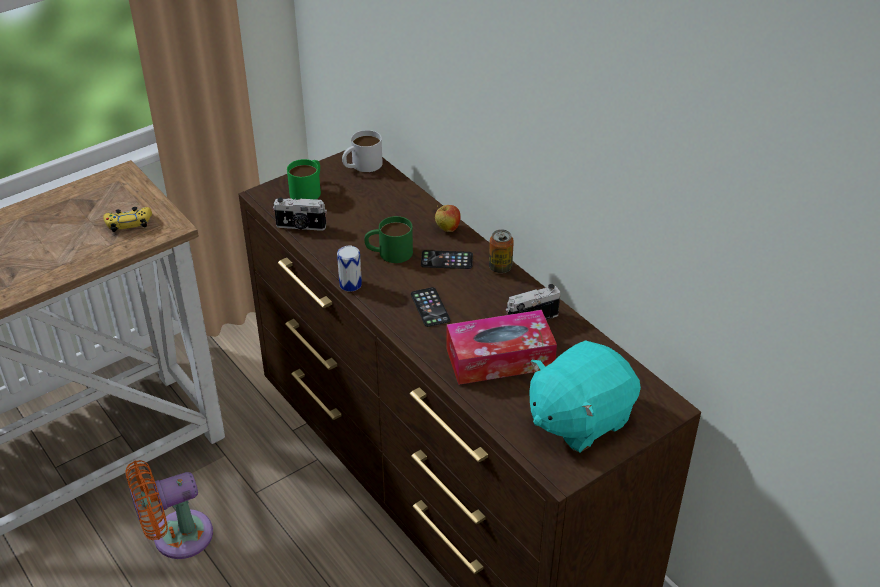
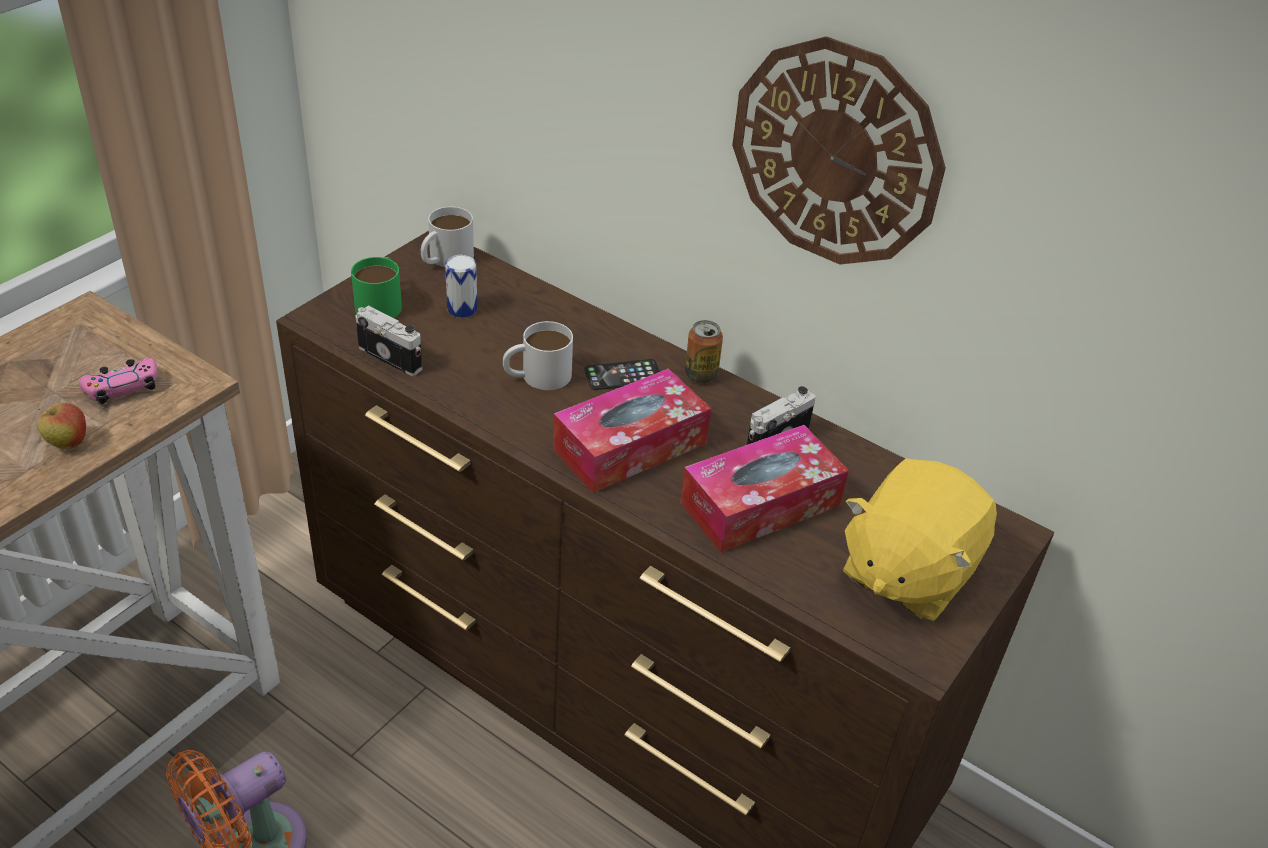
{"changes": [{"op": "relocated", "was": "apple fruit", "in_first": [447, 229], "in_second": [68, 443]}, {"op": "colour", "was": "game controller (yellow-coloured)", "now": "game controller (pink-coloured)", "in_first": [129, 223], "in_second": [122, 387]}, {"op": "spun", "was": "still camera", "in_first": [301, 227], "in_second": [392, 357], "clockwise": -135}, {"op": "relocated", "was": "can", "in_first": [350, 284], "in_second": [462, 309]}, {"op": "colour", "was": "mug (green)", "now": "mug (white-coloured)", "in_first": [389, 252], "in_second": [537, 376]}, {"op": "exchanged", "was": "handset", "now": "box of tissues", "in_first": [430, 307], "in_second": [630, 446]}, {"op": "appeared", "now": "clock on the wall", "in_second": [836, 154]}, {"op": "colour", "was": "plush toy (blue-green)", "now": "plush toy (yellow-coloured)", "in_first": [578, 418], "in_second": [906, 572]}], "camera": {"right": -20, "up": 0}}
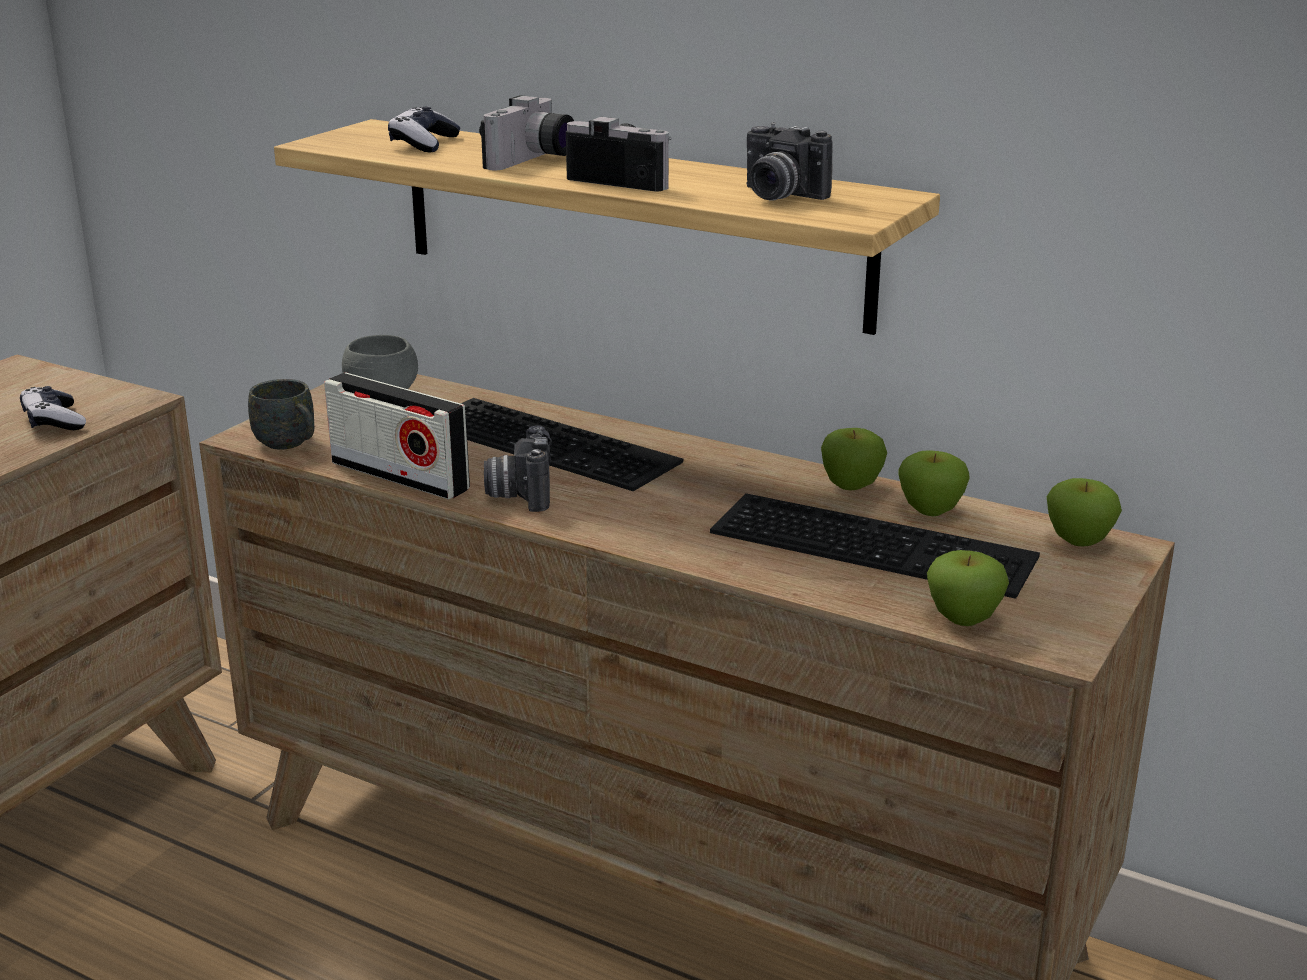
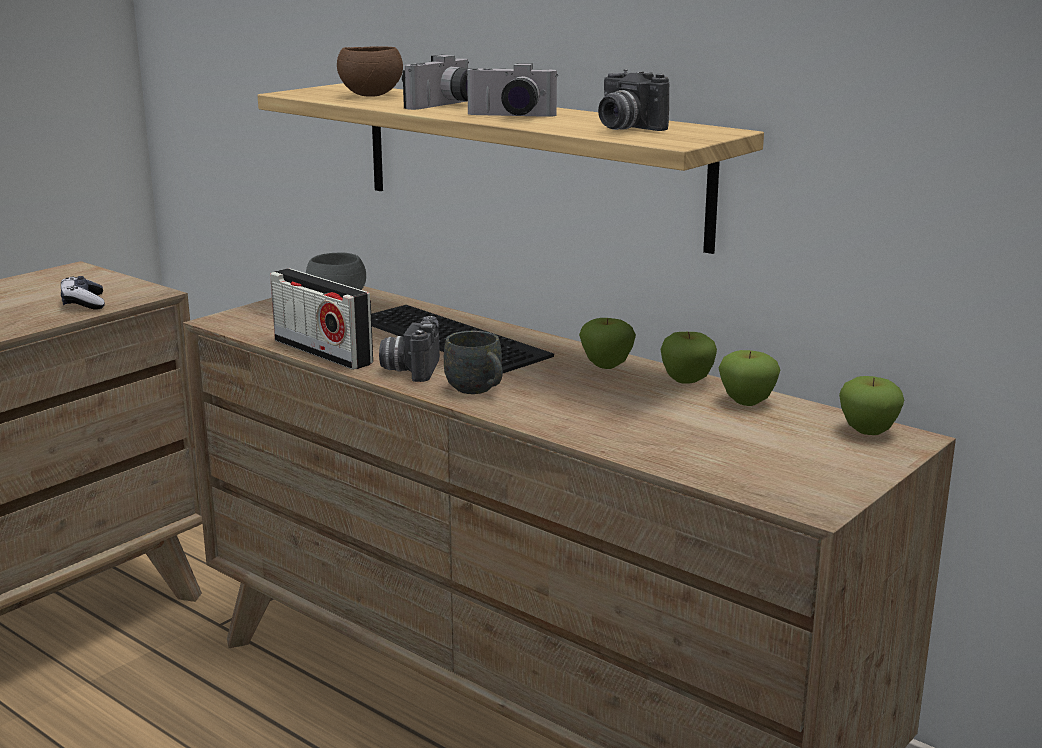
{"changes": [{"op": "exchanged", "was": "game controller", "now": "deep dish (brown)", "in_first": [424, 144], "in_second": [371, 95]}, {"op": "relocated", "was": "mug (gray)", "in_first": [290, 444], "in_second": [478, 390]}, {"op": "spun", "was": "still camera", "in_first": [625, 179], "in_second": [510, 116], "clockwise": 150}, {"op": "relocated", "was": "apple fruit", "in_first": [963, 618], "in_second": [606, 365]}, {"op": "missing", "was": "computer keyboard", "in_first": [877, 542]}], "camera": {"right": 10, "up": -5}}
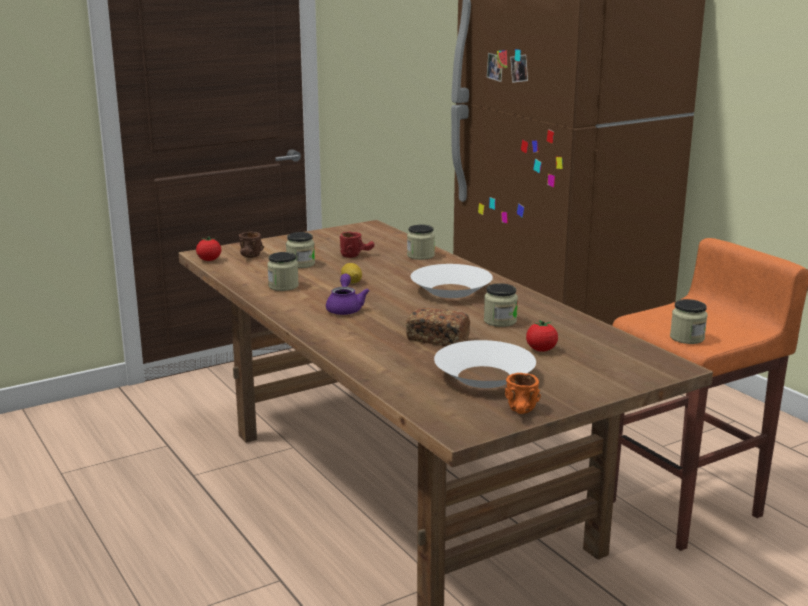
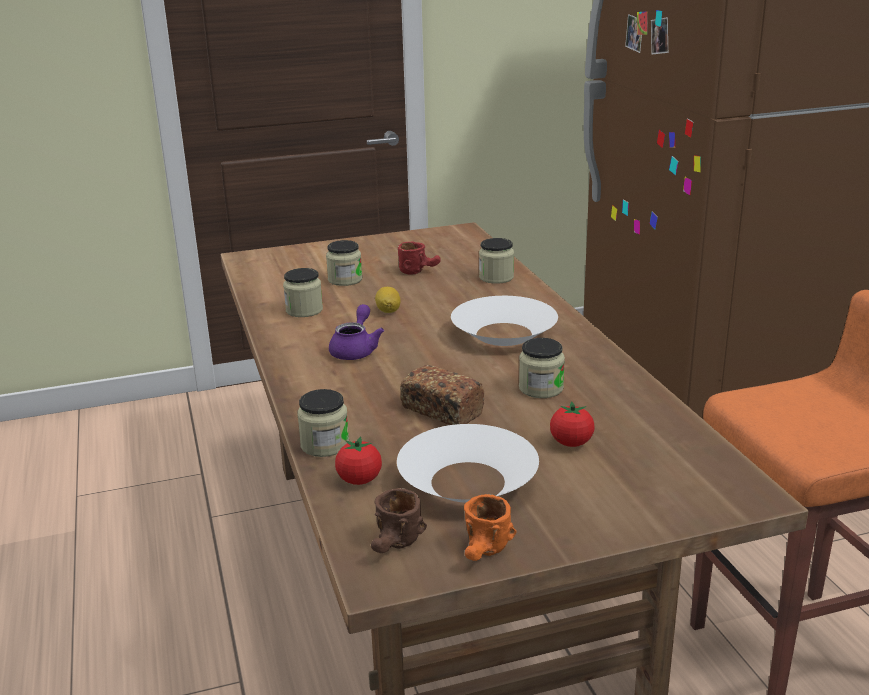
{"changes": [{"op": "relocated", "was": "jar", "in_first": [687, 338], "in_second": [325, 445]}, {"op": "relocated", "was": "tomato", "in_first": [209, 260], "in_second": [359, 480]}, {"op": "relocated", "was": "mug (brown)", "in_first": [250, 257], "in_second": [396, 547]}], "camera": {"right": 15, "up": 5}}
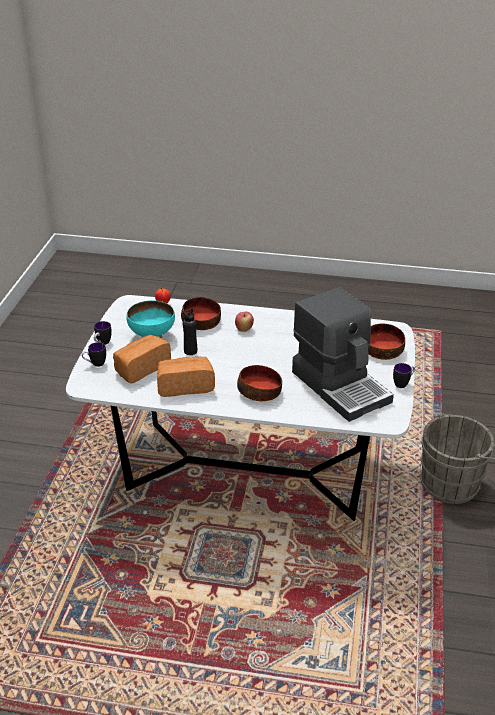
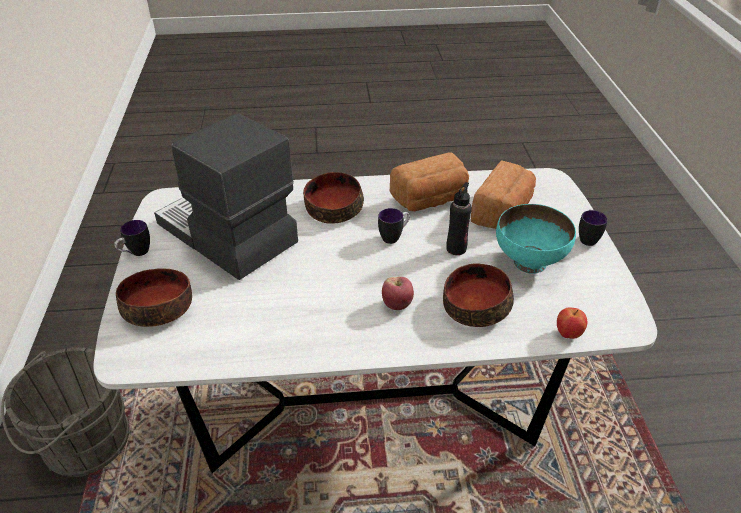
{"changes": [{"op": "relocated", "was": "mug", "in_first": [95, 364], "in_second": [394, 237]}], "camera": {"right": 165, "up": 5}}
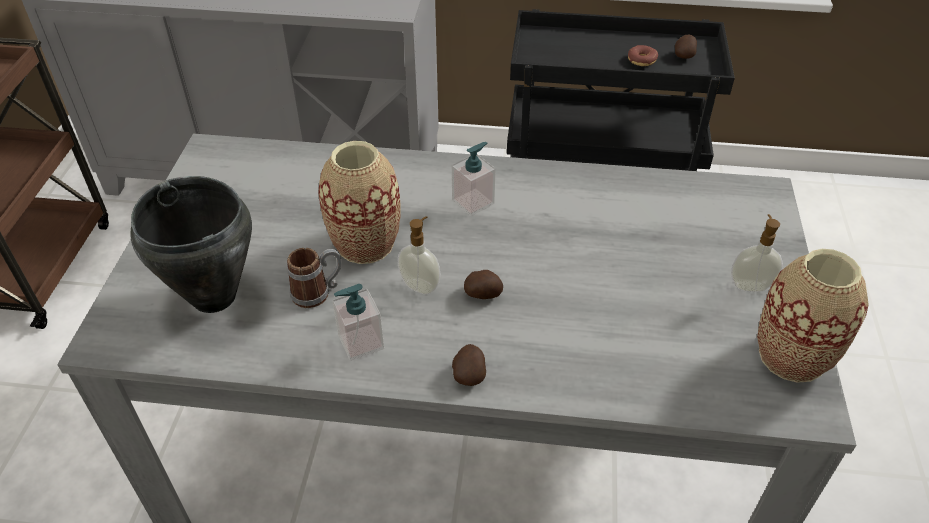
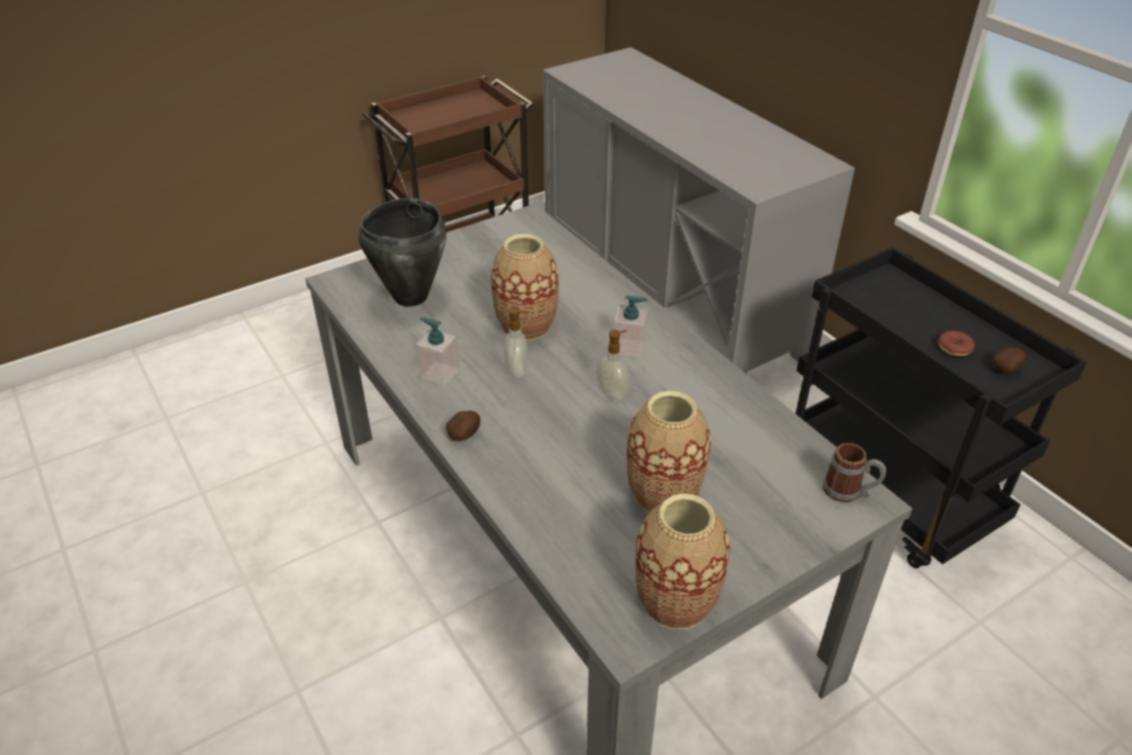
{"changes": [{"op": "relocated", "was": "soap bottle", "in_first": [749, 285], "in_second": [613, 393]}, {"op": "appeared", "now": "vase", "in_second": [663, 493]}, {"op": "relocated", "was": "mug", "in_first": [318, 292], "in_second": [849, 492]}, {"op": "missing", "was": "spud", "in_first": [483, 294]}], "camera": {"right": 50, "up": -5}}
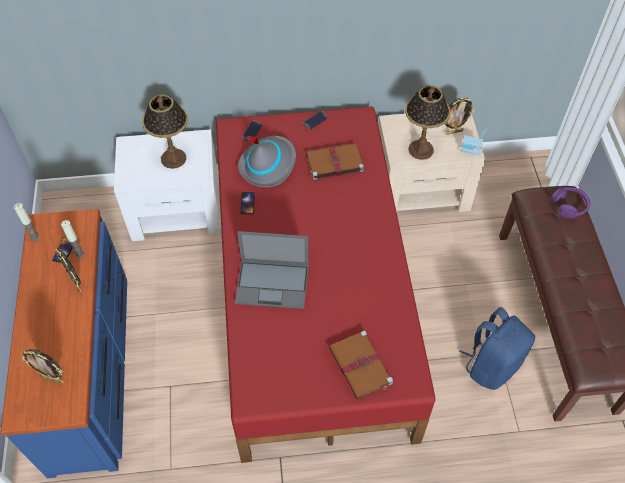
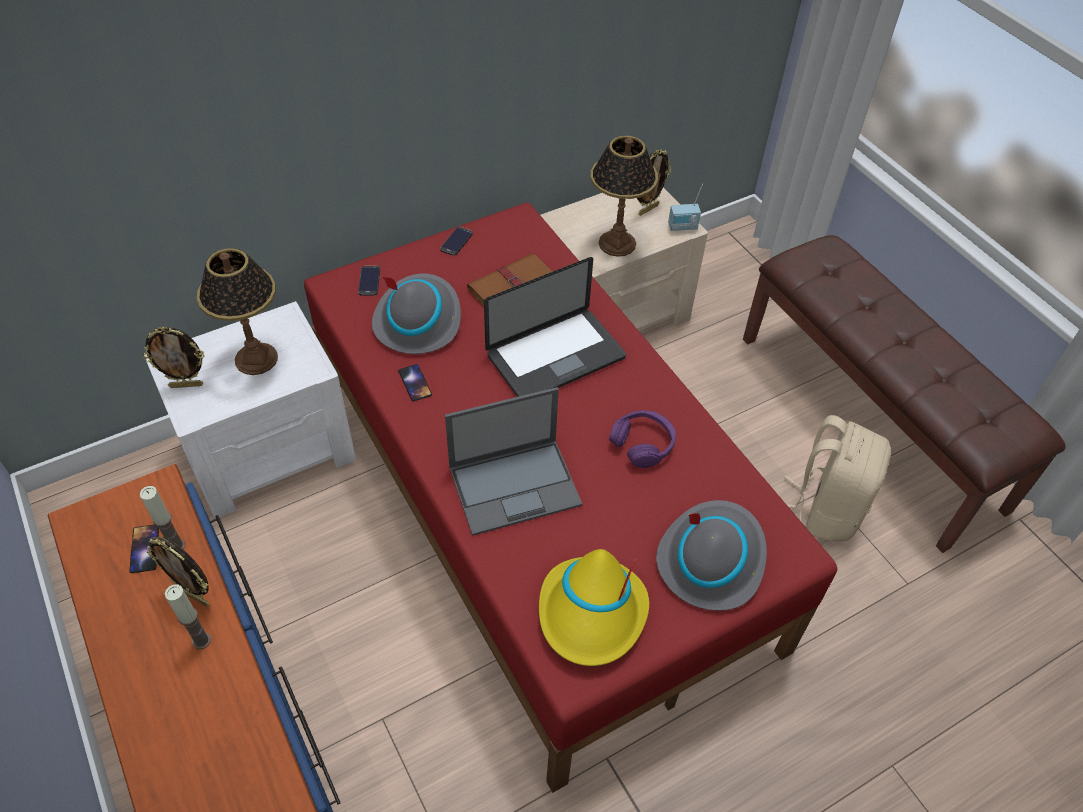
{"changes": [{"op": "relocated", "was": "photo frame", "in_first": [53, 378], "in_second": [186, 385]}, {"op": "relocated", "was": "candle", "in_first": [35, 237], "in_second": [201, 640]}, {"op": "appeared", "now": "notebook computer", "in_second": [555, 356]}, {"op": "appeared", "now": "clothing hat (yellow-coloured)", "in_second": [592, 614]}, {"op": "relocated", "was": "pair of headphones (purple-coloured)", "in_first": [569, 206], "in_second": [643, 444]}, {"op": "exchanged", "was": "bound book (brown)", "now": "clothing hat (gray)", "in_first": [361, 367], "in_second": [711, 559]}, {"op": "colour", "was": "rucksack (blue)", "now": "rucksack (beige-coloured)", "in_first": [491, 364], "in_second": [825, 508]}], "camera": {"right": -25, "up": -5}}
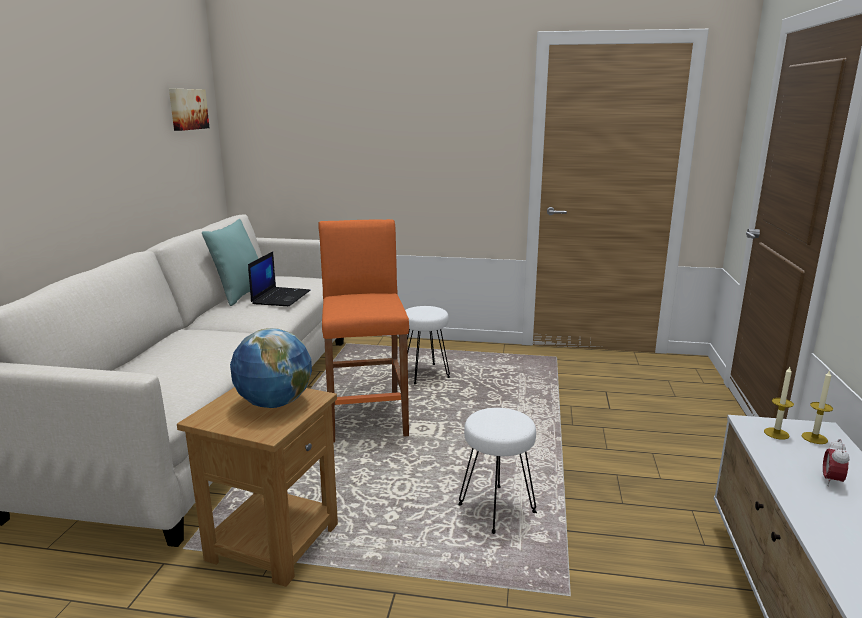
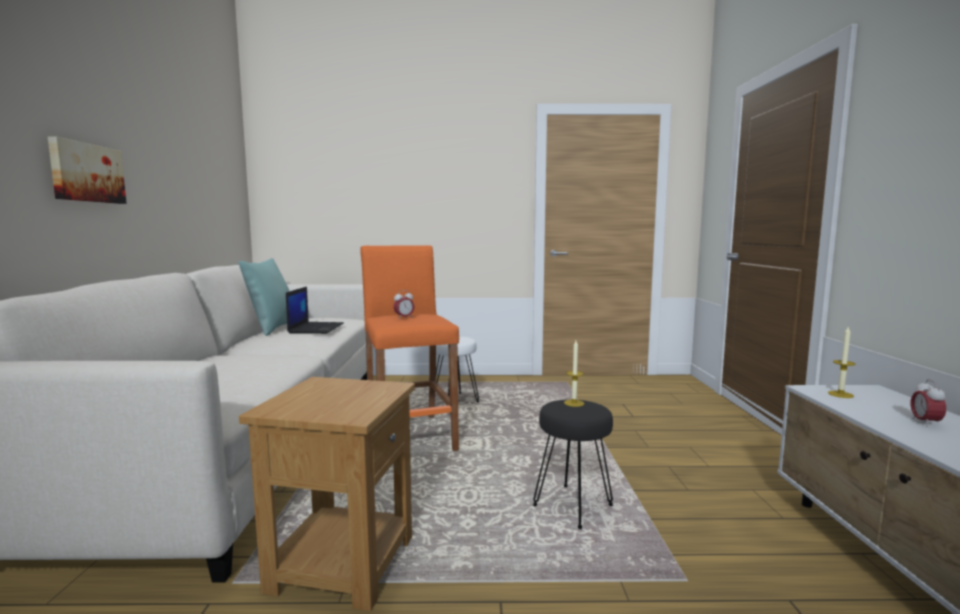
{"changes": [{"op": "relocated", "was": "picture", "in_first": [187, 109], "in_second": [86, 173]}, {"op": "appeared", "now": "bedside clock", "in_second": [404, 318]}, {"op": "colour", "was": "sitting stool (white-coloured)", "now": "sitting stool (black)", "in_first": [497, 510], "in_second": [573, 507]}, {"op": "relocated", "was": "candle", "in_first": [814, 438], "in_second": [574, 403]}, {"op": "missing", "was": "desk globe", "in_first": [274, 404]}], "camera": {"right": -10, "up": -10}}
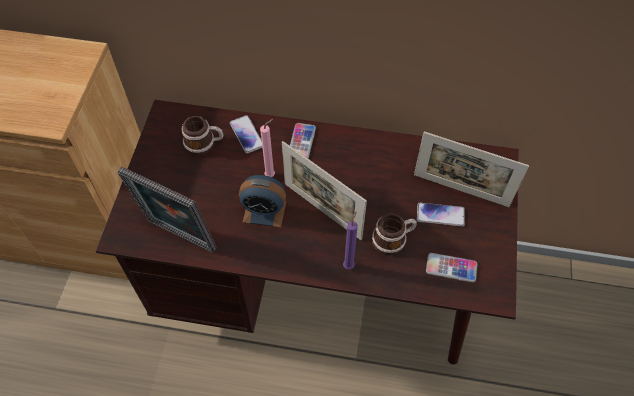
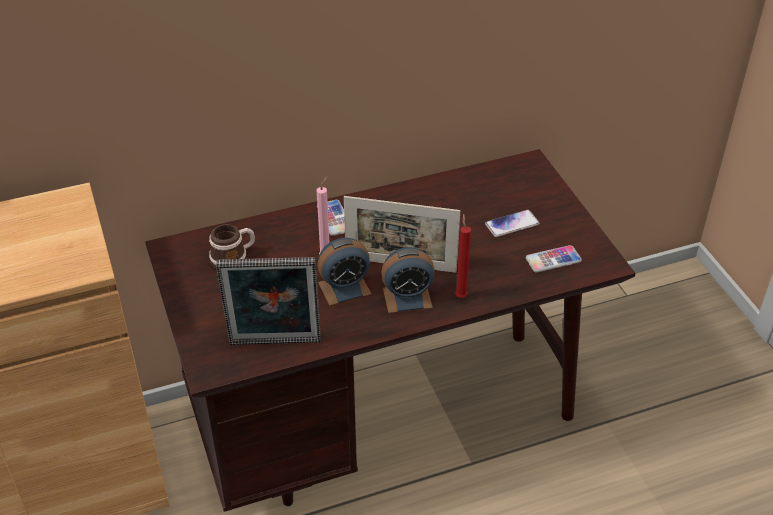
{"changes": [{"op": "appeared", "now": "bedside clock", "in_second": [407, 298]}, {"op": "colour", "was": "candle (purple-coloured)", "now": "candle (red)", "in_first": [349, 264], "in_second": [460, 295]}, {"op": "missing", "was": "handset", "in_first": [247, 134]}, {"op": "missing", "was": "mug", "in_first": [393, 239]}, {"op": "missing", "was": "photo frame", "in_first": [461, 190]}], "camera": {"right": -30, "up": -15}}
